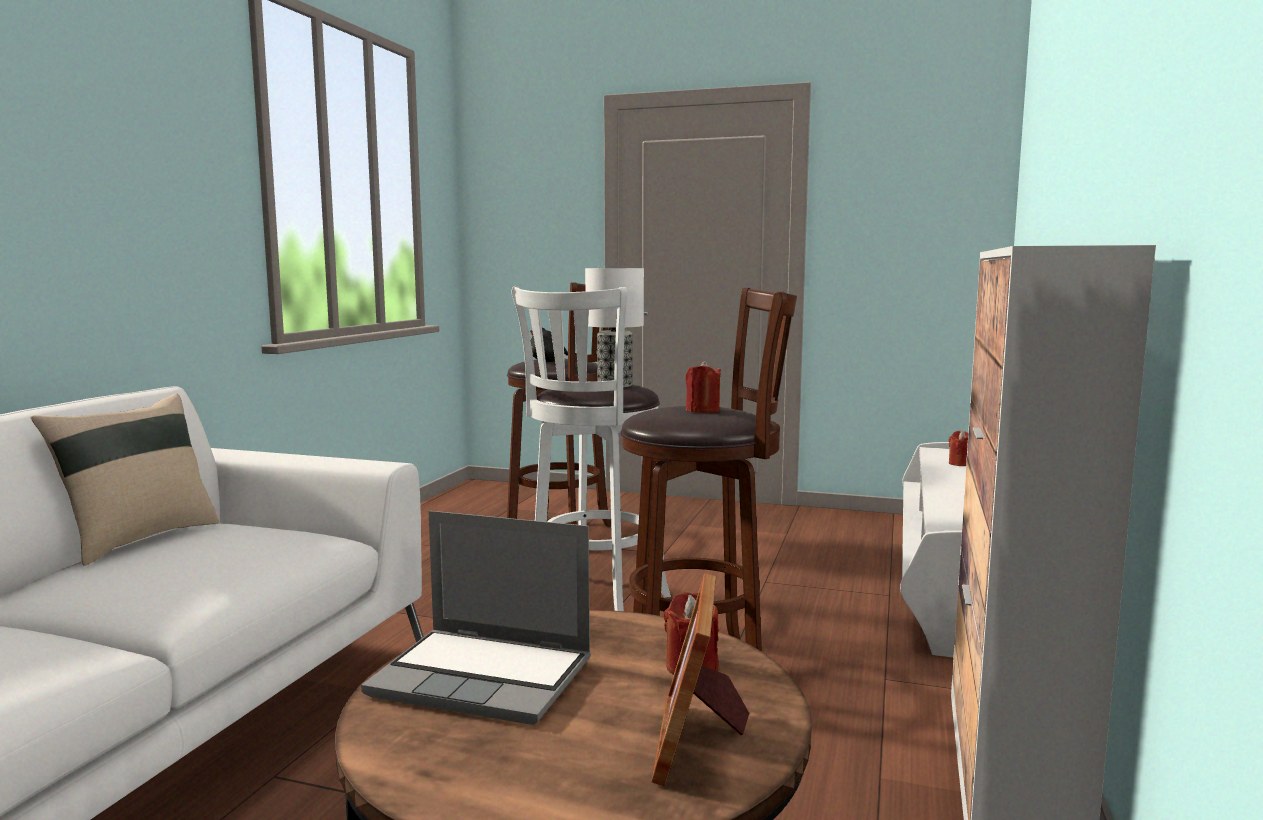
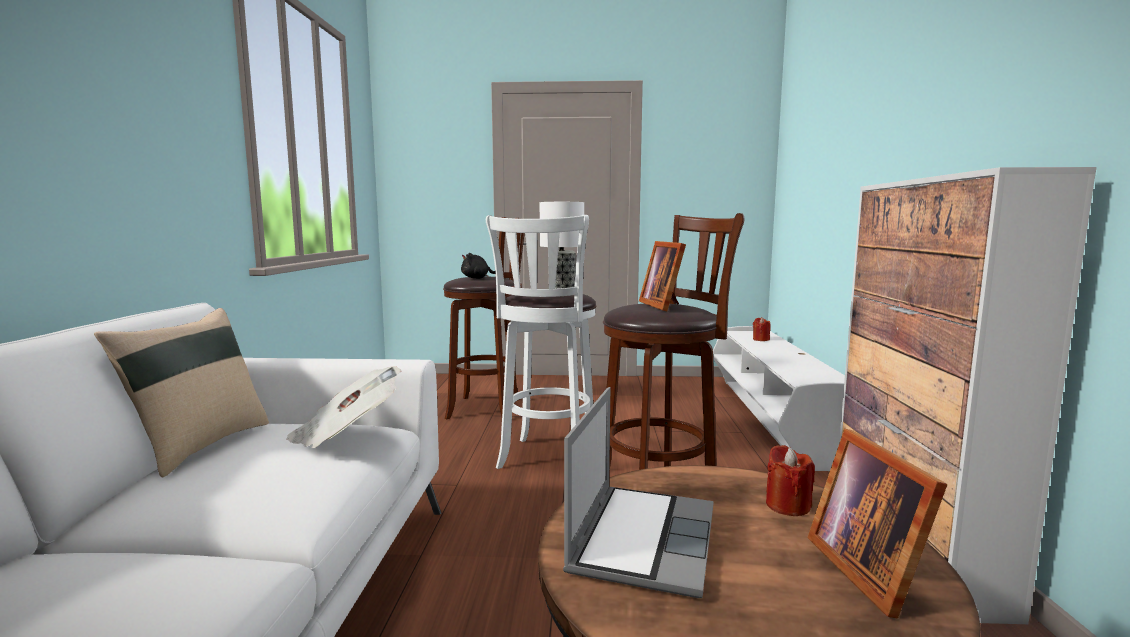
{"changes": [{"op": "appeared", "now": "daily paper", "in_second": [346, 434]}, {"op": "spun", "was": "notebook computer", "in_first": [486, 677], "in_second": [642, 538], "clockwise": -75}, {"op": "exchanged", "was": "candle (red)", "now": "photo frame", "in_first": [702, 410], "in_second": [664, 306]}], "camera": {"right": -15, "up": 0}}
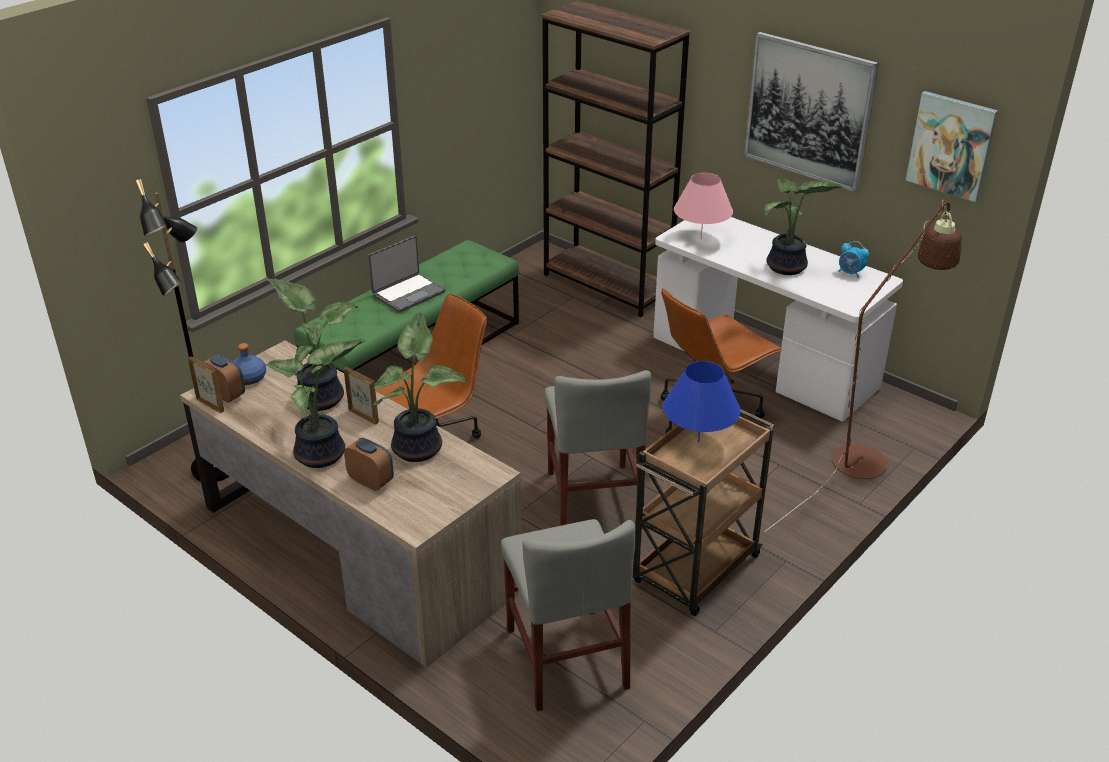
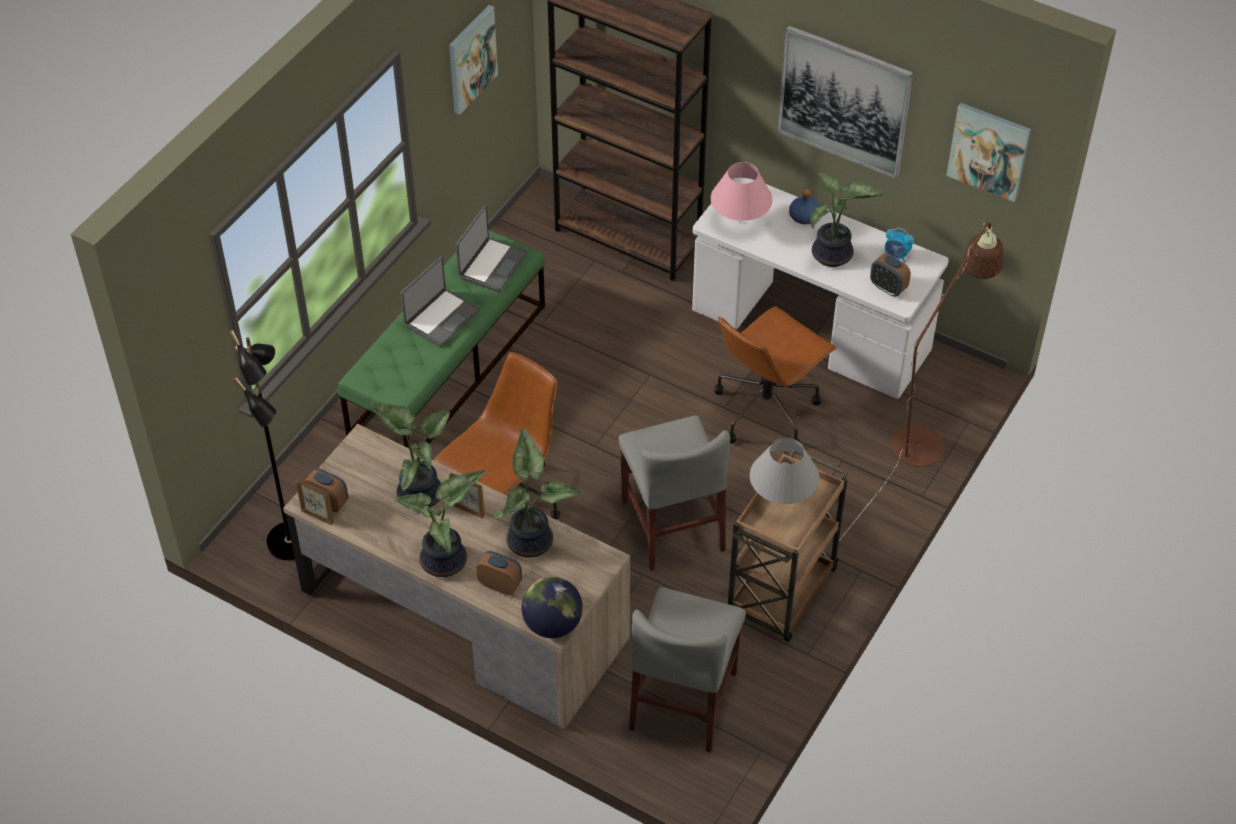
{"changes": [{"op": "appeared", "now": "picture", "in_second": [471, 59]}, {"op": "appeared", "now": "notebook computer", "in_second": [492, 265]}, {"op": "appeared", "now": "desk globe", "in_second": [552, 624]}, {"op": "spun", "was": "plain chair (gray)", "in_first": [566, 658], "in_second": [683, 700], "clockwise": 45}, {"op": "colour", "was": "table lamp (blue)", "now": "table lamp (gray)", "in_first": [698, 441], "in_second": [781, 499]}, {"op": "relocated", "was": "drink bottle (blue)", "in_first": [248, 378], "in_second": [804, 216]}, {"op": "appeared", "now": "bedside clock", "in_second": [888, 288]}], "camera": {"right": -10, "up": 15}}
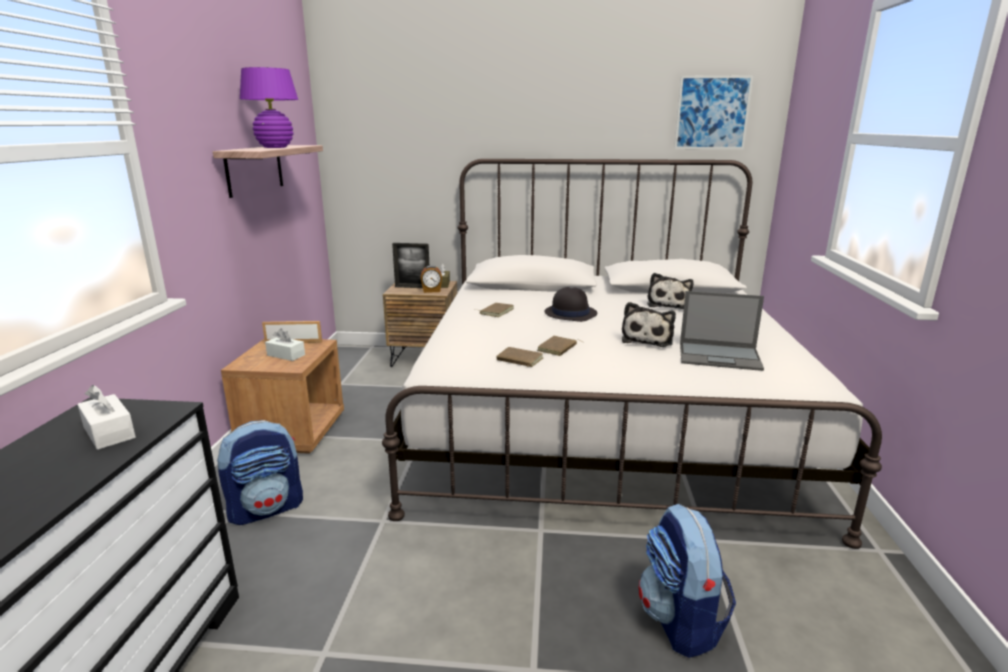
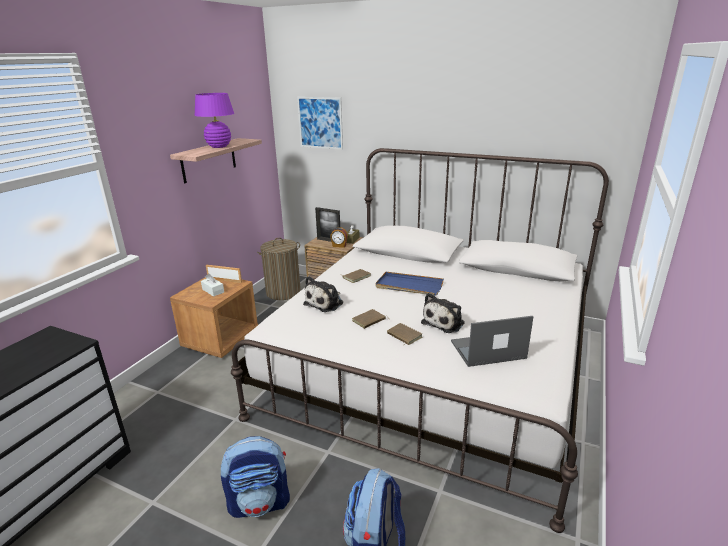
{"changes": [{"op": "relocated", "was": "rucksack", "in_first": [267, 508], "in_second": [260, 503]}, {"op": "appeared", "now": "hamper", "in_second": [283, 292]}, {"op": "relocated", "was": "picture", "in_first": [712, 113], "in_second": [320, 123]}, {"op": "relocated", "was": "plush toy", "in_first": [668, 304], "in_second": [325, 303]}, {"op": "exchanged", "was": "clothing hat (black)", "now": "tray (blue)", "in_first": [570, 313], "in_second": [409, 286]}, {"op": "relocated", "was": "bound book (brown)", "in_first": [519, 360], "in_second": [403, 336]}, {"op": "spun", "was": "notebook computer", "in_first": [720, 356], "in_second": [487, 350], "clockwise": 135}, {"op": "missing", "was": "box of tissues (white-coloured)", "in_first": [109, 432]}], "camera": {"right": 20, "up": 5}}
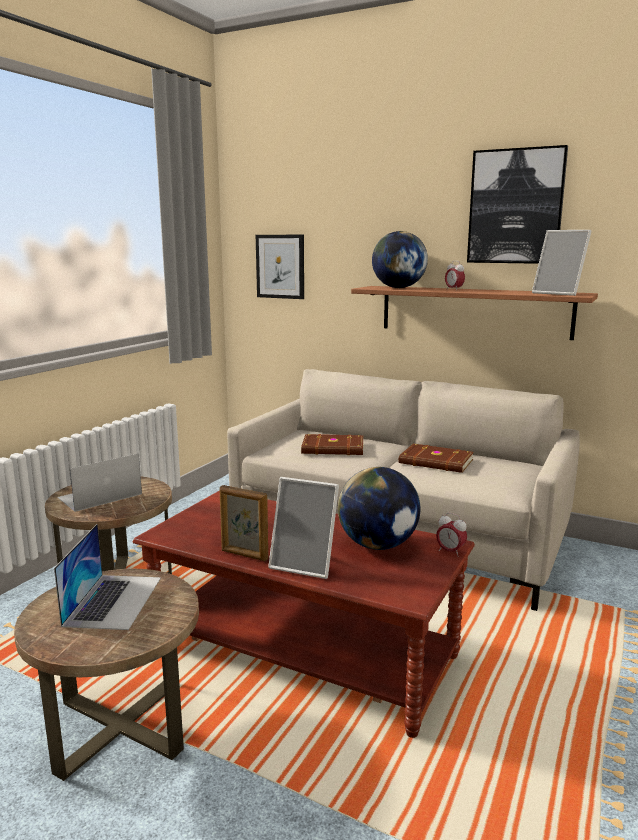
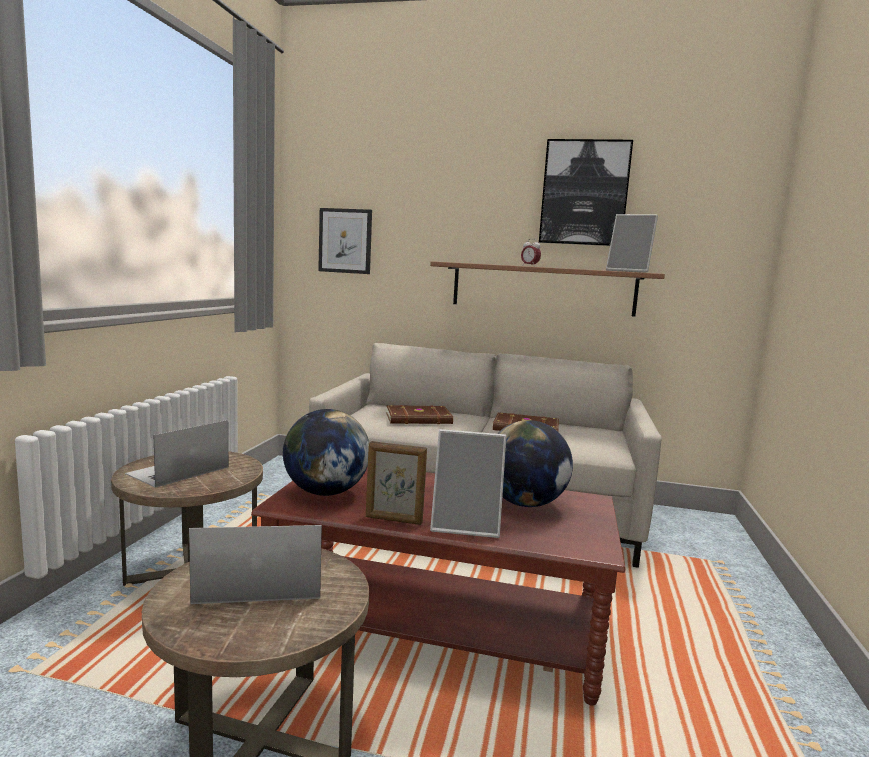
{"changes": [{"op": "spun", "was": "notebook computer", "in_first": [113, 600], "in_second": [260, 580], "clockwise": -90}, {"op": "relocated", "was": "desk globe", "in_first": [398, 288], "in_second": [325, 492]}, {"op": "missing", "was": "bedside clock", "in_first": [450, 551]}], "camera": {"right": -15, "up": -5}}
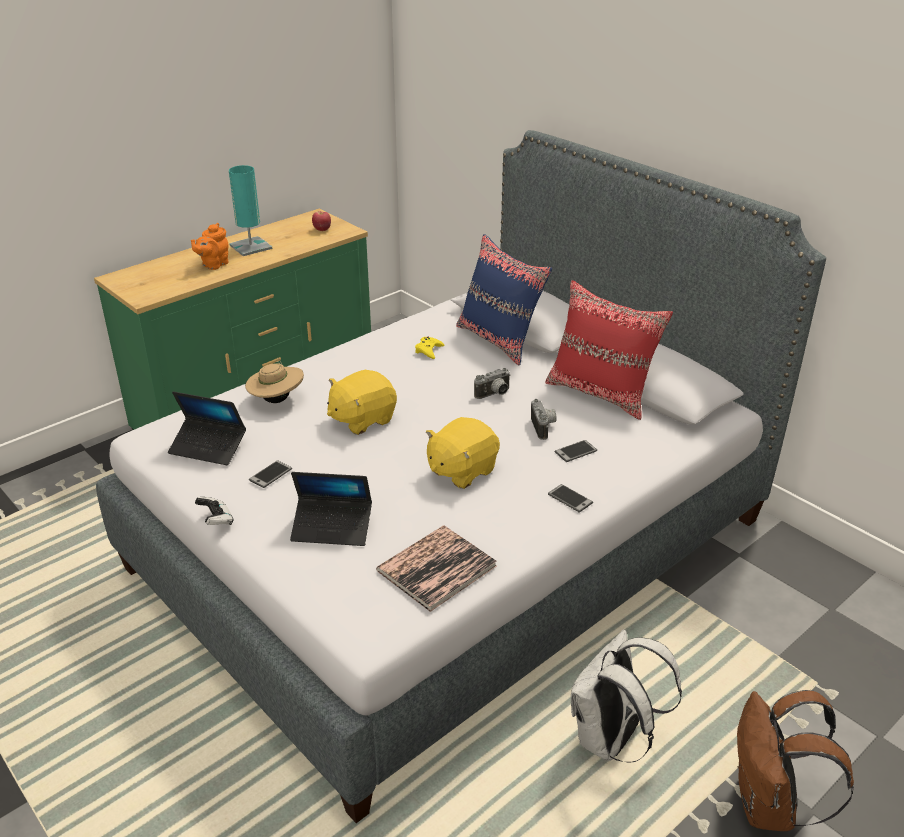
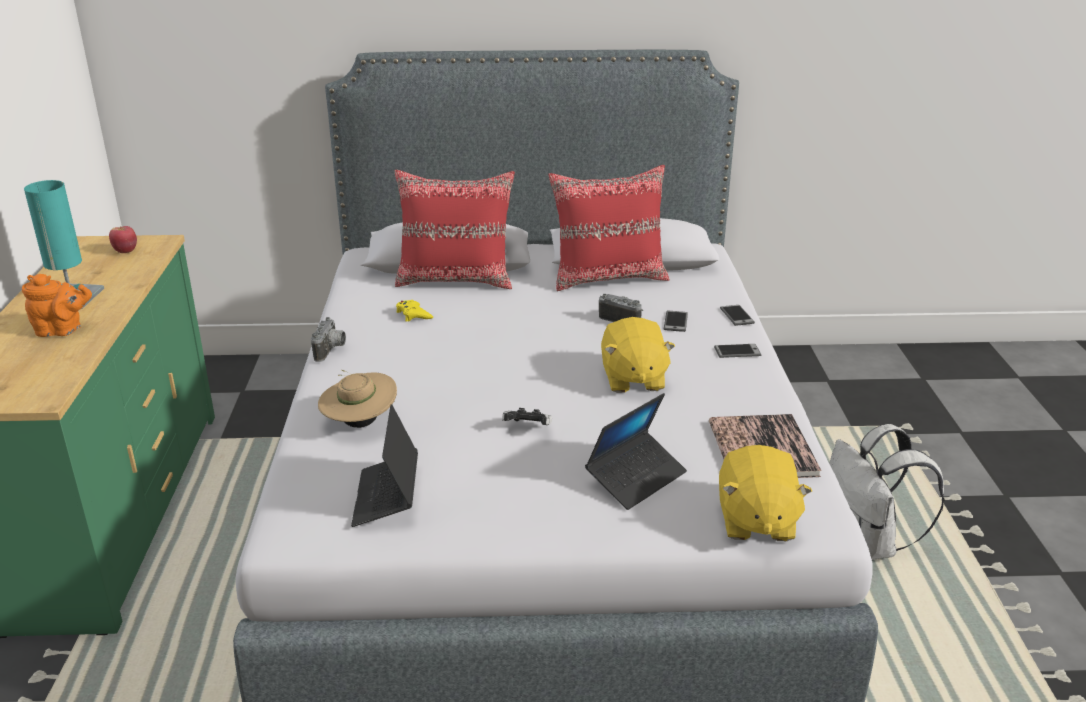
{"changes": [{"op": "spun", "was": "tea pot (orangey)", "in_first": [213, 265], "in_second": [62, 330], "clockwise": -75}, {"op": "relocated", "was": "still camera", "in_first": [494, 394], "in_second": [331, 351]}, {"op": "spun", "was": "notebook computer", "in_first": [208, 447], "in_second": [386, 497], "clockwise": 120}, {"op": "colour", "was": "throw pillow (blue)", "now": "throw pillow (red)", "in_first": [499, 340], "in_second": [456, 280]}, {"op": "relocated", "was": "game controller", "in_first": [216, 520], "in_second": [528, 429]}, {"op": "relocated", "was": "plush toy (yellow-coloured)", "in_first": [362, 419], "in_second": [755, 521]}, {"op": "relocated", "was": "handset", "in_first": [270, 475], "in_second": [737, 316]}, {"op": "missing", "was": "rucksack (brown)", "in_first": [769, 806]}], "camera": {"right": -50, "up": -5}}
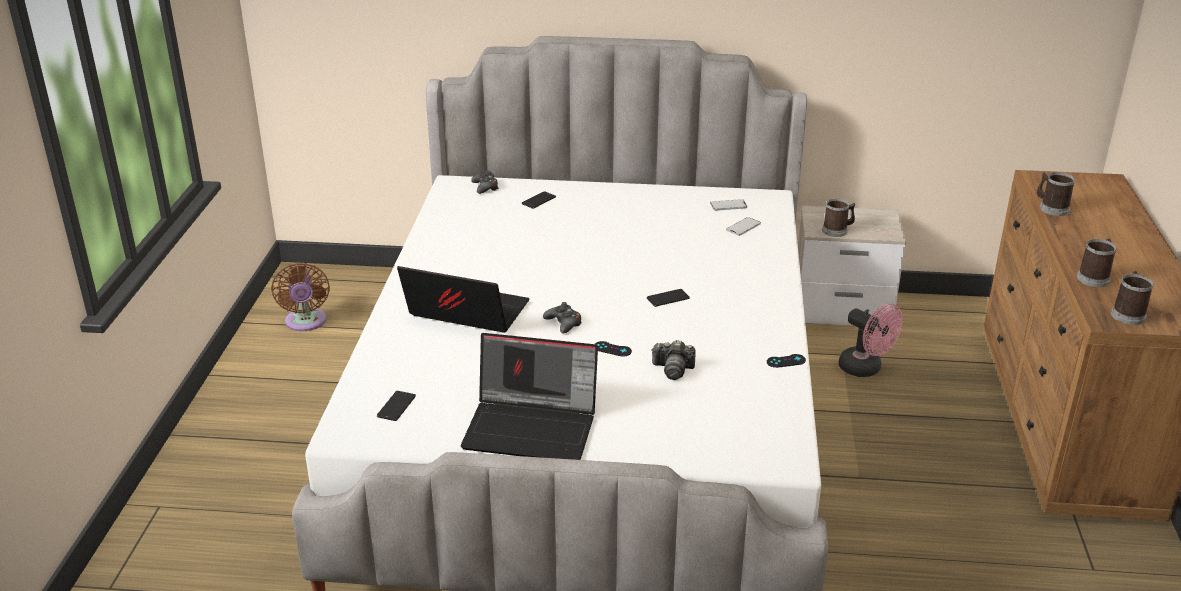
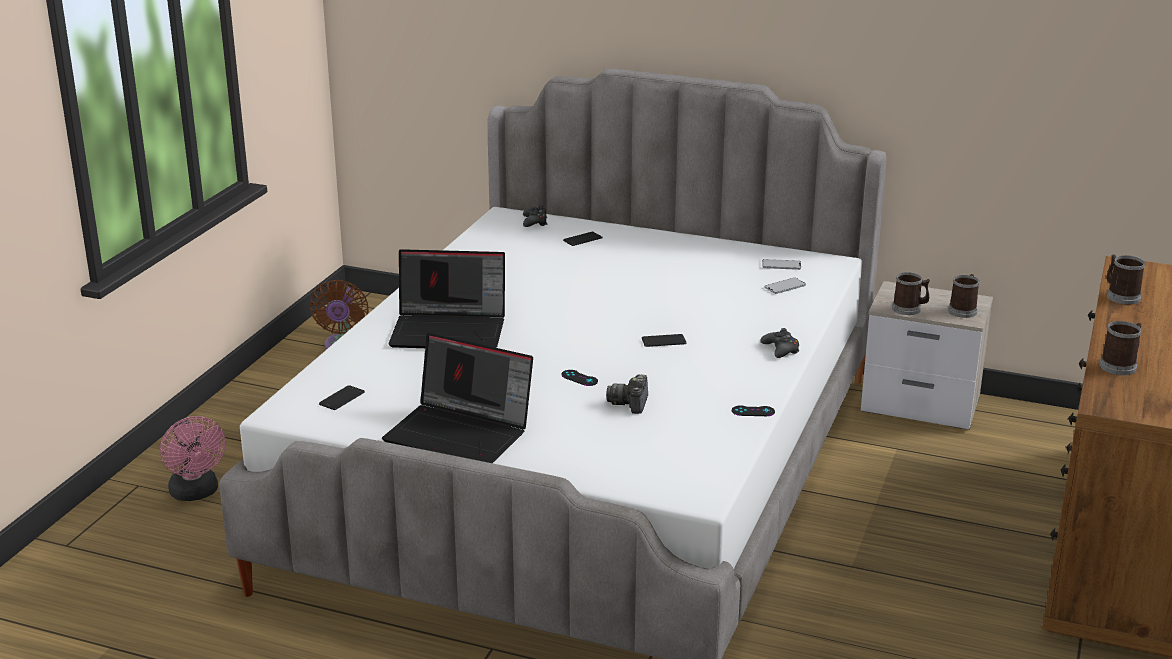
{"changes": [{"op": "relocated", "was": "cooling fan (pink-coloured)", "in_first": [866, 369], "in_second": [196, 493]}, {"op": "spun", "was": "notebook computer", "in_first": [465, 314], "in_second": [450, 330], "clockwise": 150}, {"op": "spun", "was": "still camera", "in_first": [673, 369], "in_second": [630, 403], "clockwise": 75}, {"op": "relocated", "was": "game controller (black)", "in_first": [563, 323], "in_second": [780, 349]}, {"op": "relocated", "was": "mug", "in_first": [1127, 313], "in_second": [963, 310]}], "camera": {"right": 15, "up": -5}}
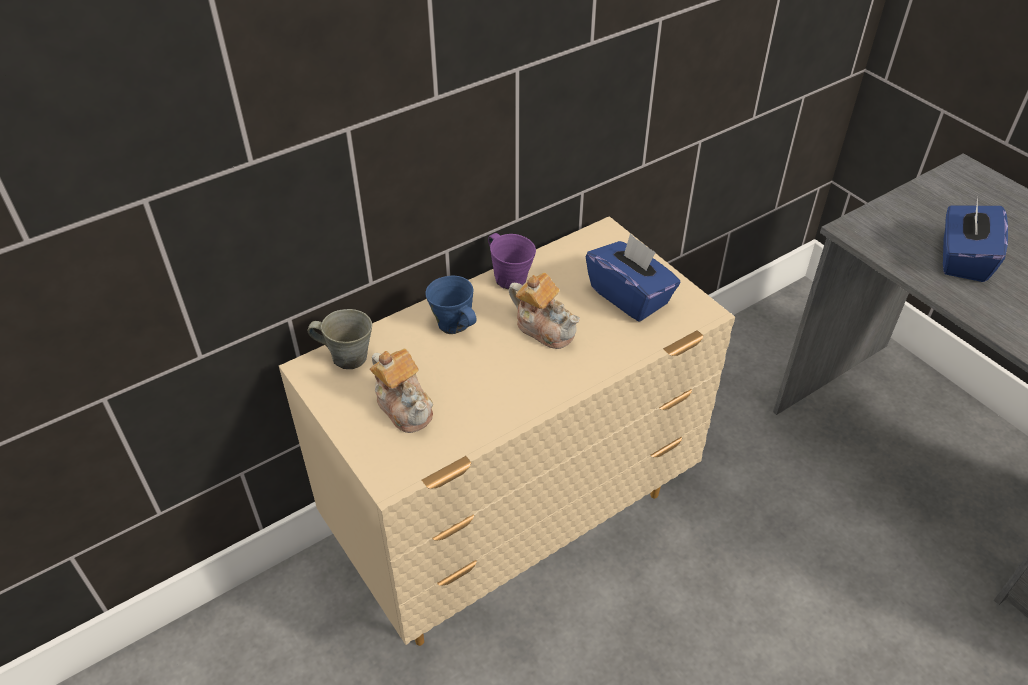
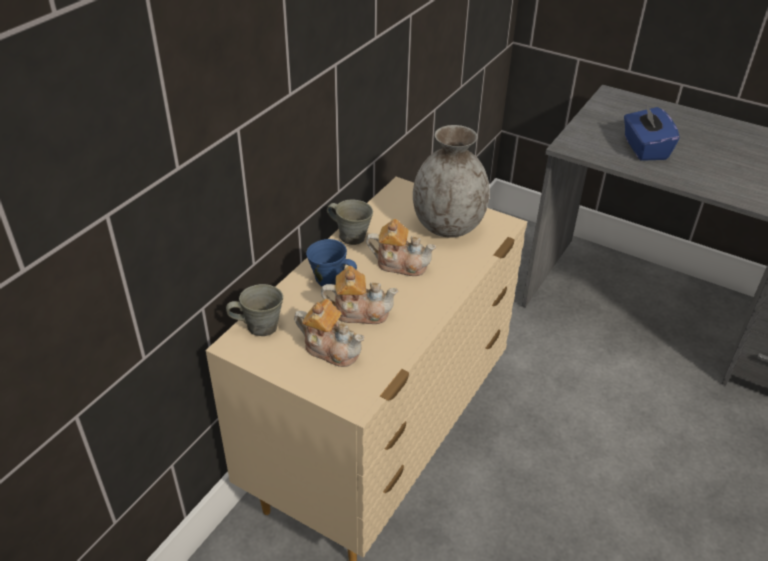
{"changes": [{"op": "appeared", "now": "tea pot", "in_second": [360, 312]}, {"op": "colour", "was": "mug (purple-coloured)", "now": "mug (gray)", "in_first": [509, 277], "in_second": [351, 236]}, {"op": "exchanged", "was": "box of tissues (blue)", "now": "vase (gray)", "in_first": [630, 296], "in_second": [447, 226]}], "camera": {"right": -25, "up": -5}}
